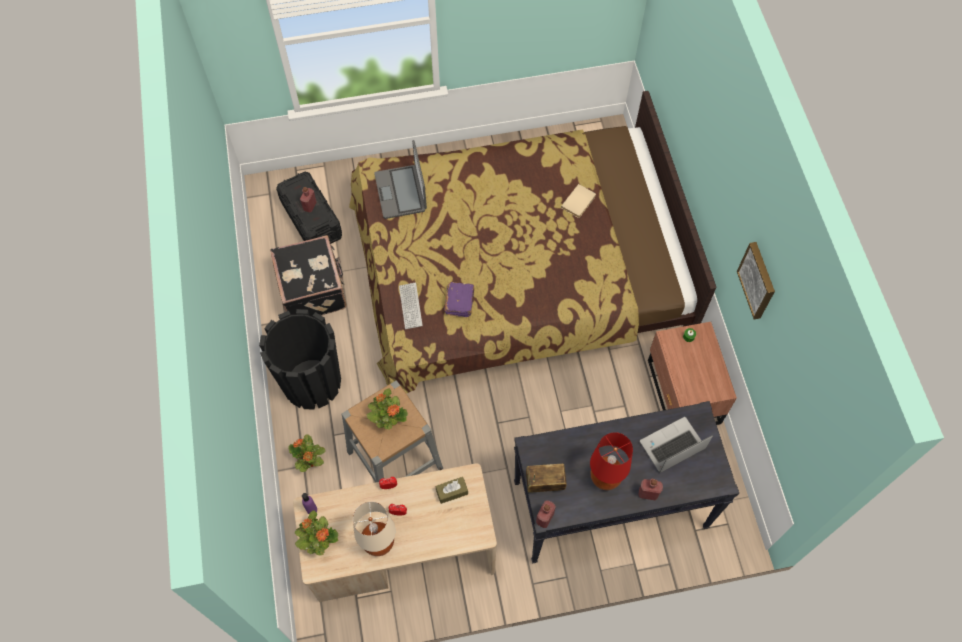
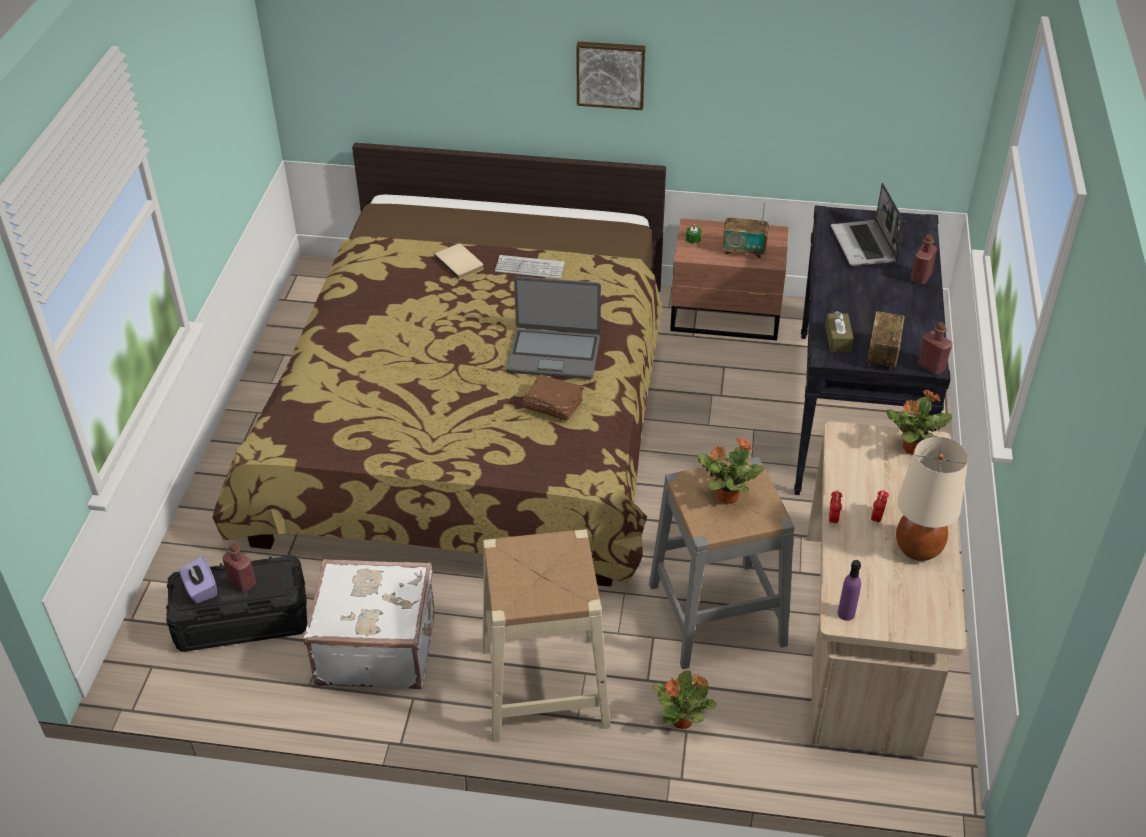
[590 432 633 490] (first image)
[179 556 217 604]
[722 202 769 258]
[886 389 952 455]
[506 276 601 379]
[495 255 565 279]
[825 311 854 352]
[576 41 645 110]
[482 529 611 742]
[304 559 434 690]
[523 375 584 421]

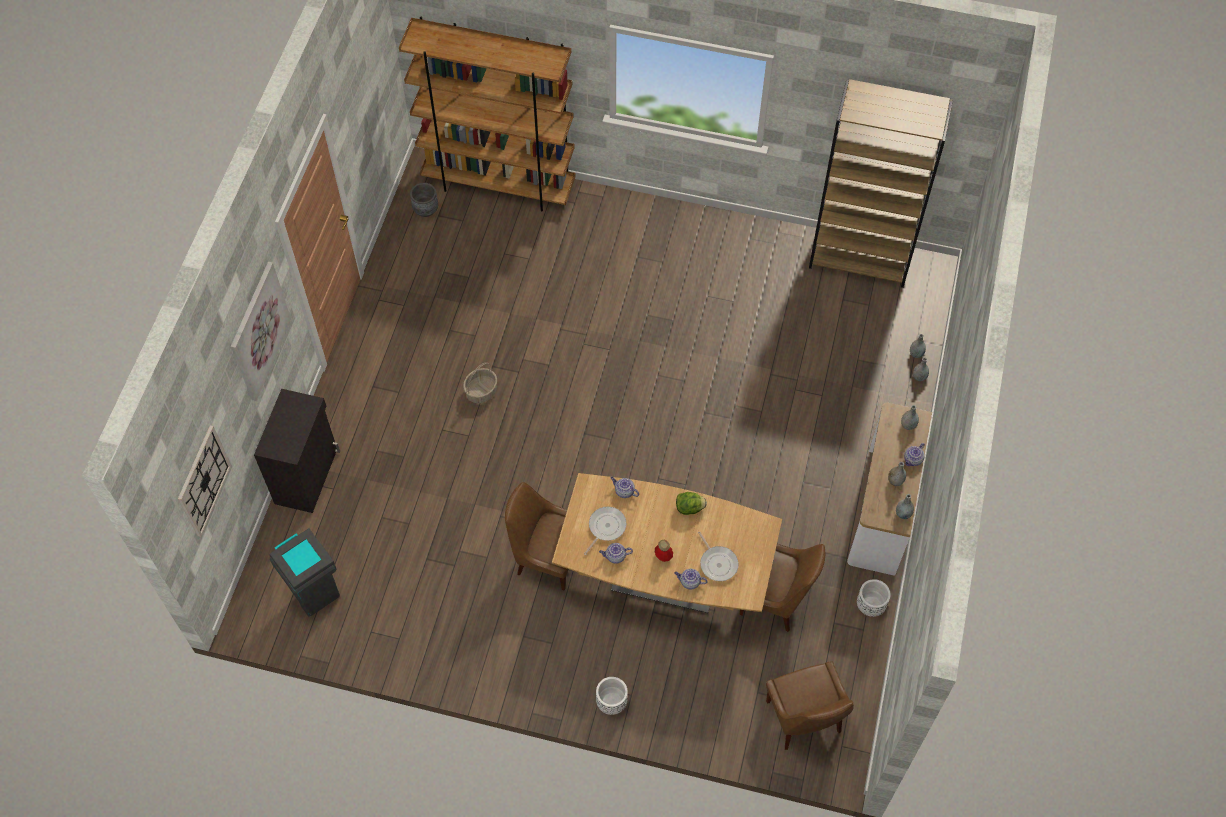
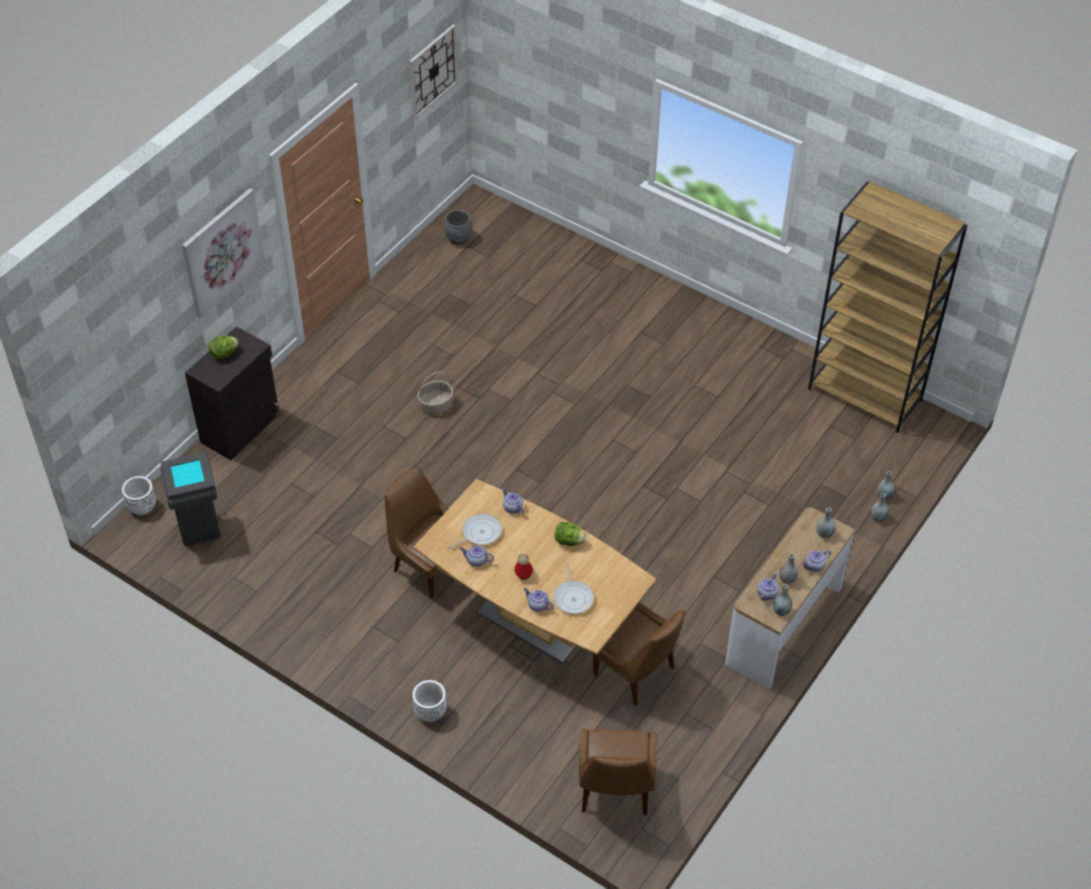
[399 17 576 212] (first image)
[209 335 239 359]
[757 573 779 601]
[409 25 458 119]
[122 476 156 515]

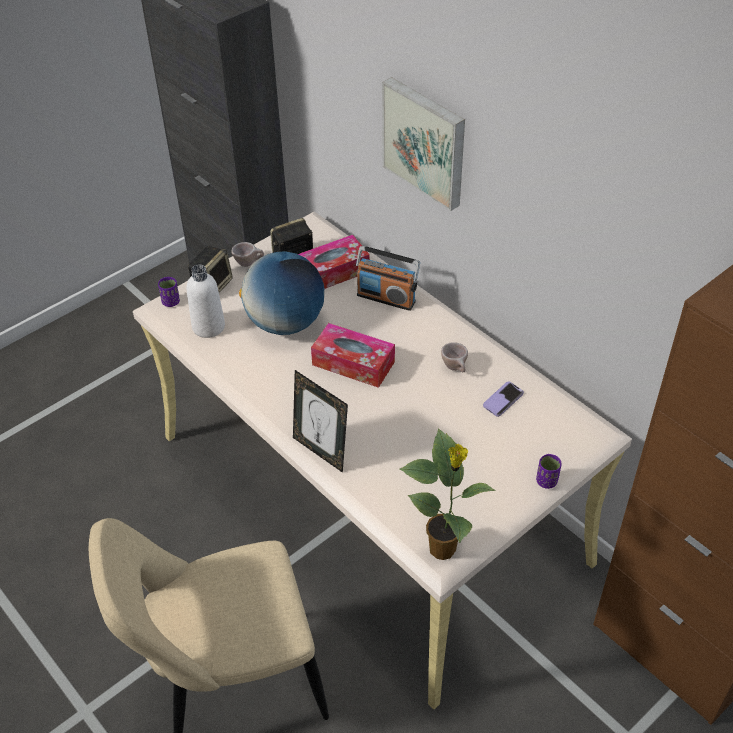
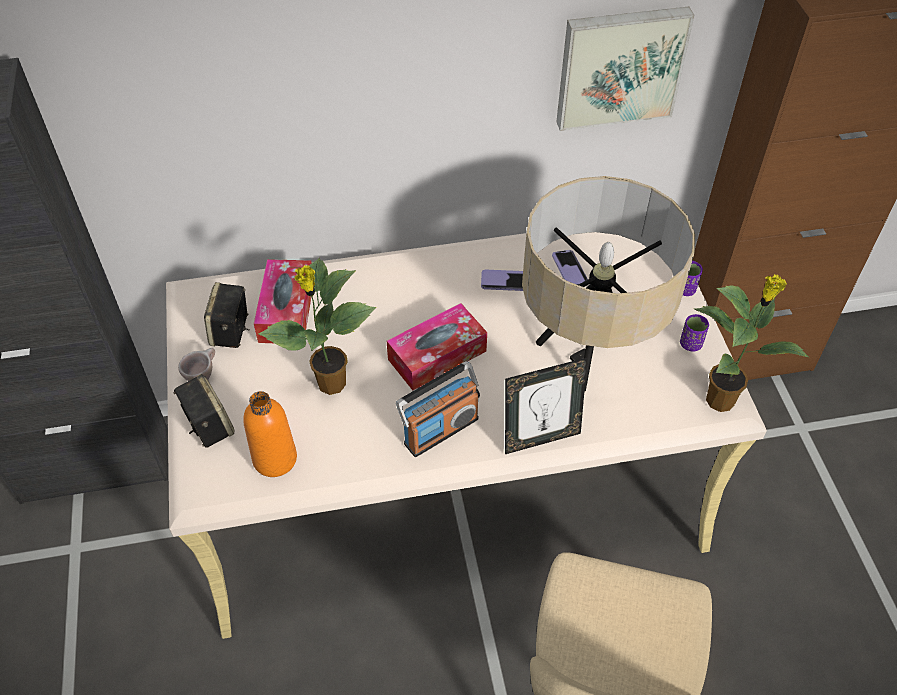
[522 176 695 392]
[680 314 709 352]
[396 361 480 457]
[556 6 694 131]
[258 258 376 395]
[481 270 523 291]
[243 391 297 477]

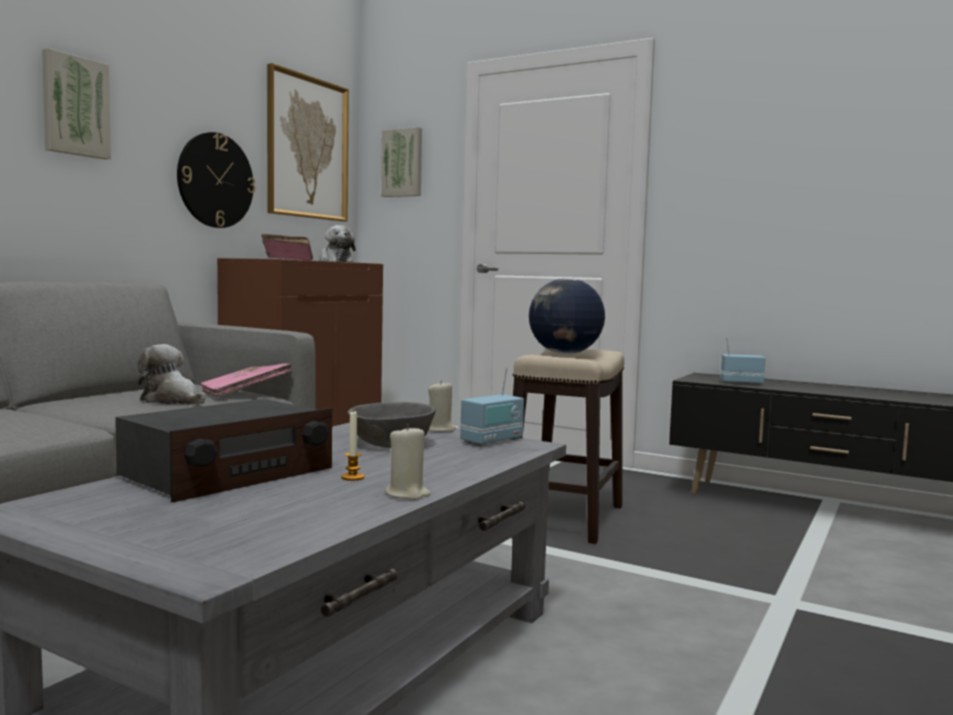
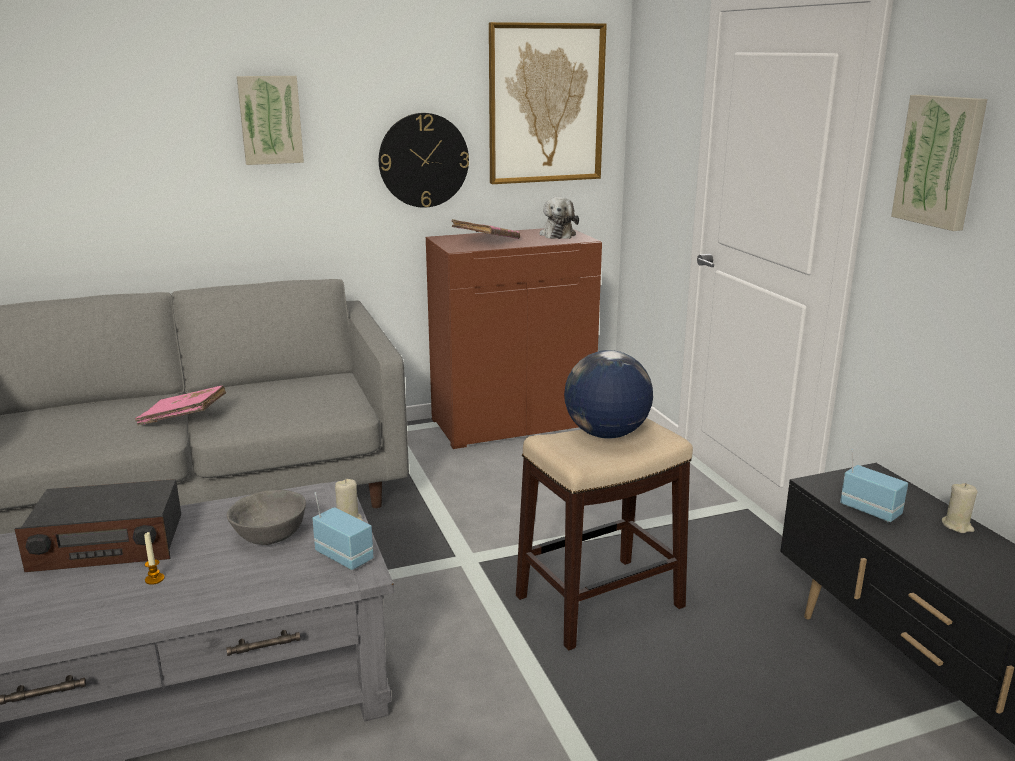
[138 344 206 405] (first image)
[135 386 226 425]
[891 95 987 231]
[942 483 978 533]
[312 492 373 570]

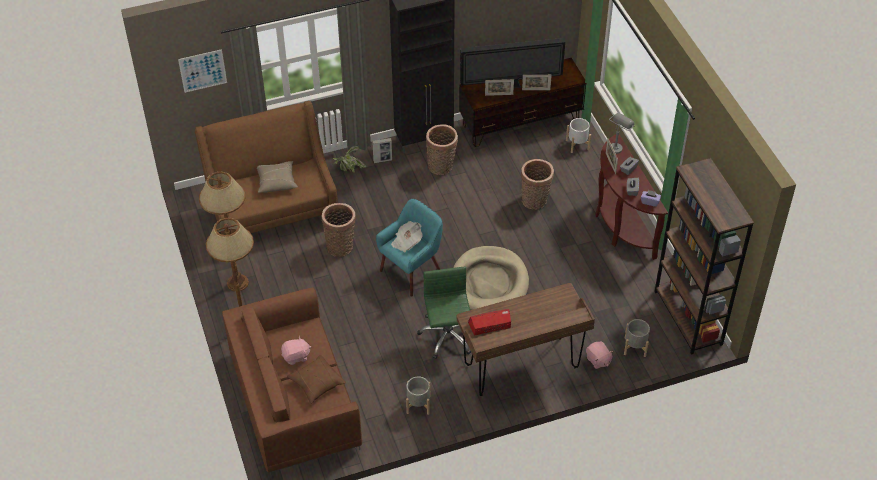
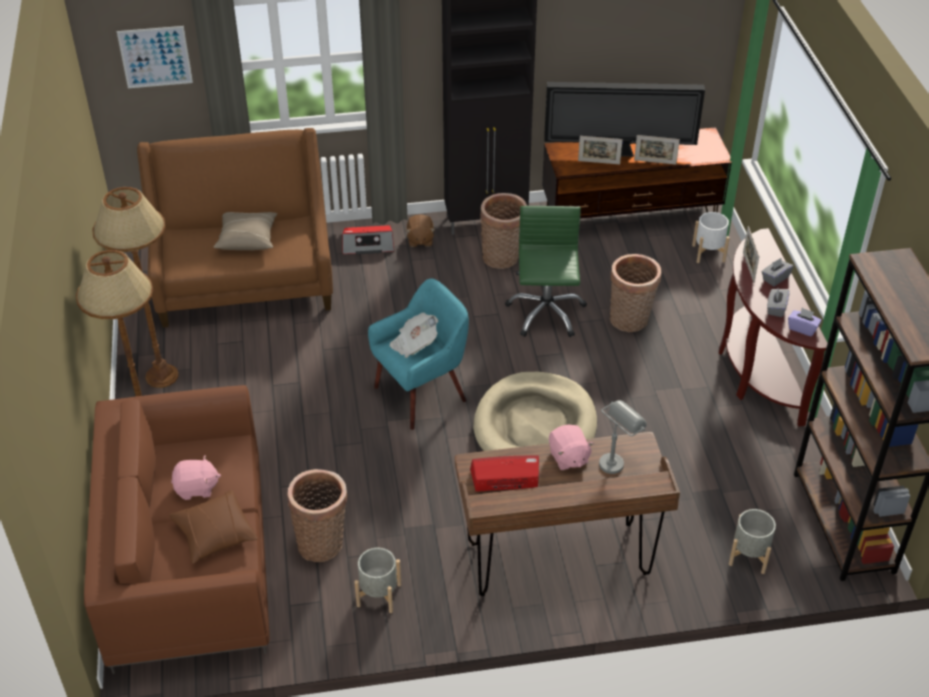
[287 469 347 562]
[505 206 587 337]
[549 425 594 471]
[599 400 647 474]
[343 225 394 254]
[406 214 435 247]

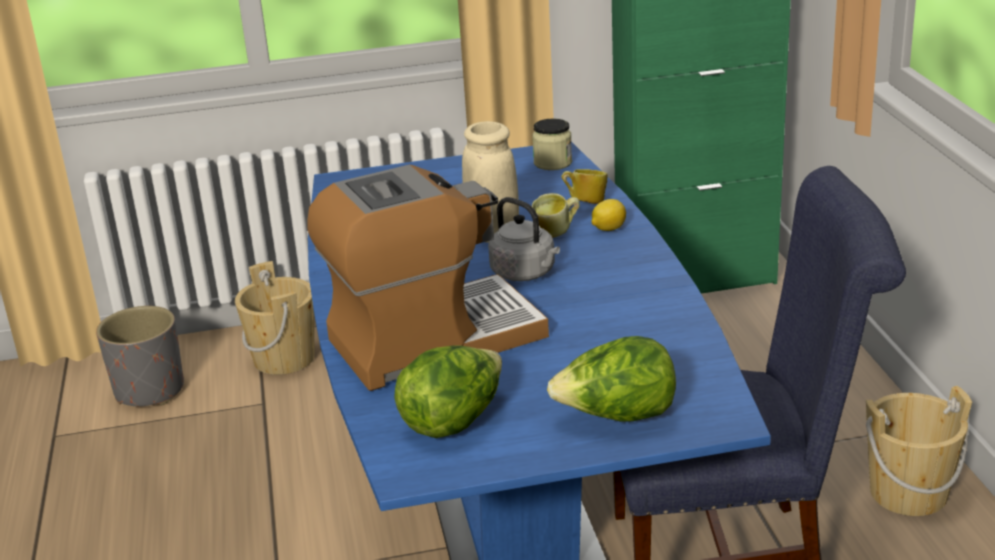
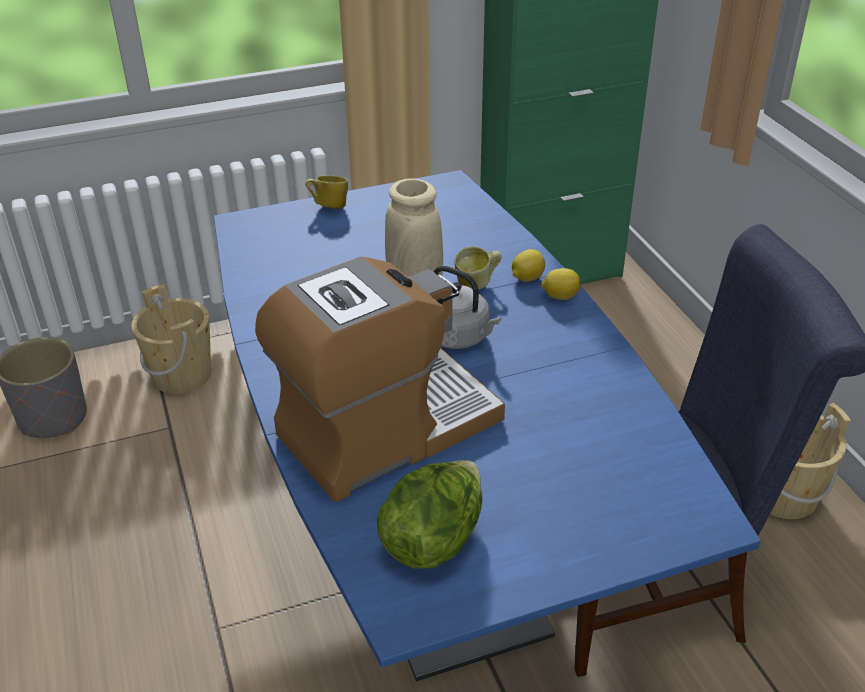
[532 118 572 170] (first image)
[547 336 676 422] (first image)
[541 268 580 300]
[305 175 348 209]

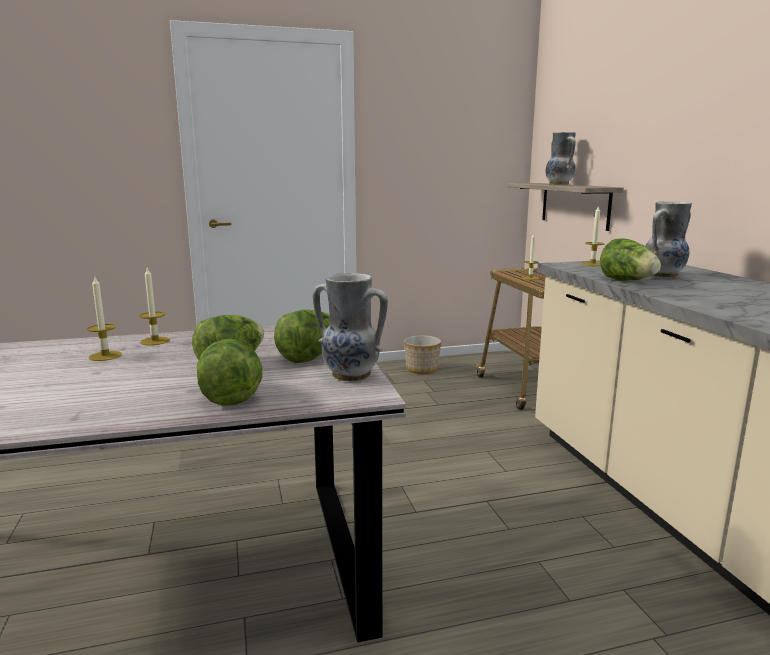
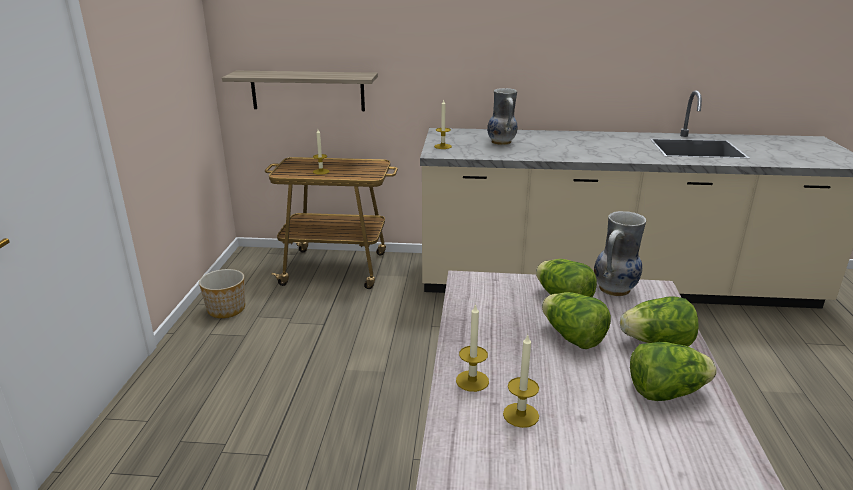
[545 132 576 185] (first image)
[630 342 717 401]

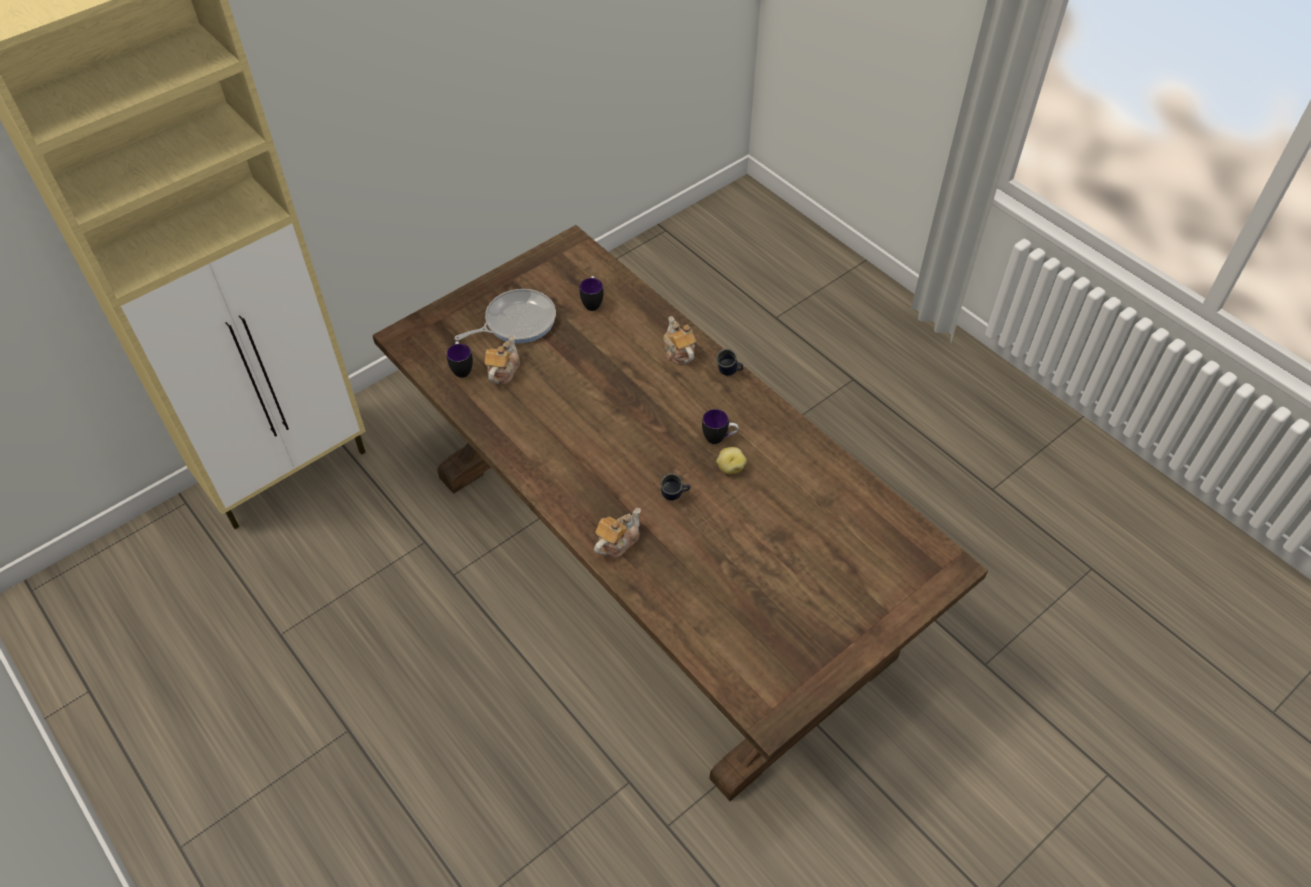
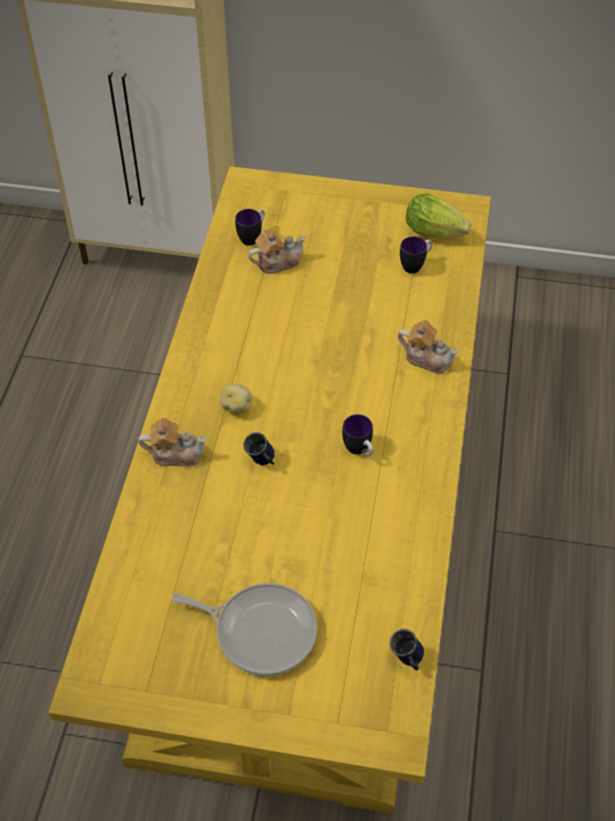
[406 194 472 239]
[172 583 317 676]
[390 629 424 670]
[220 384 252 415]
[49 166 491 814]
[398 320 459 373]

